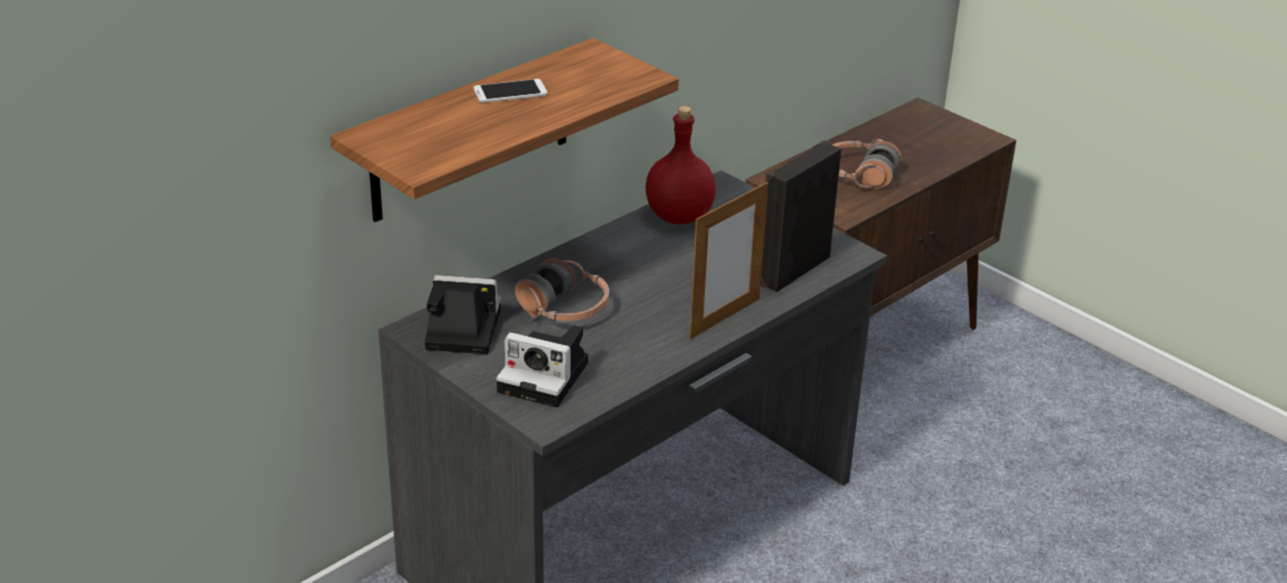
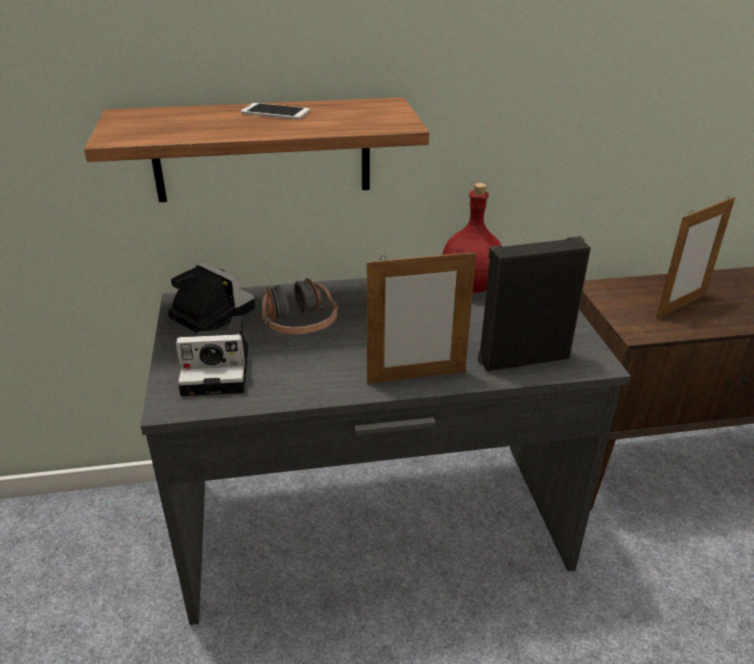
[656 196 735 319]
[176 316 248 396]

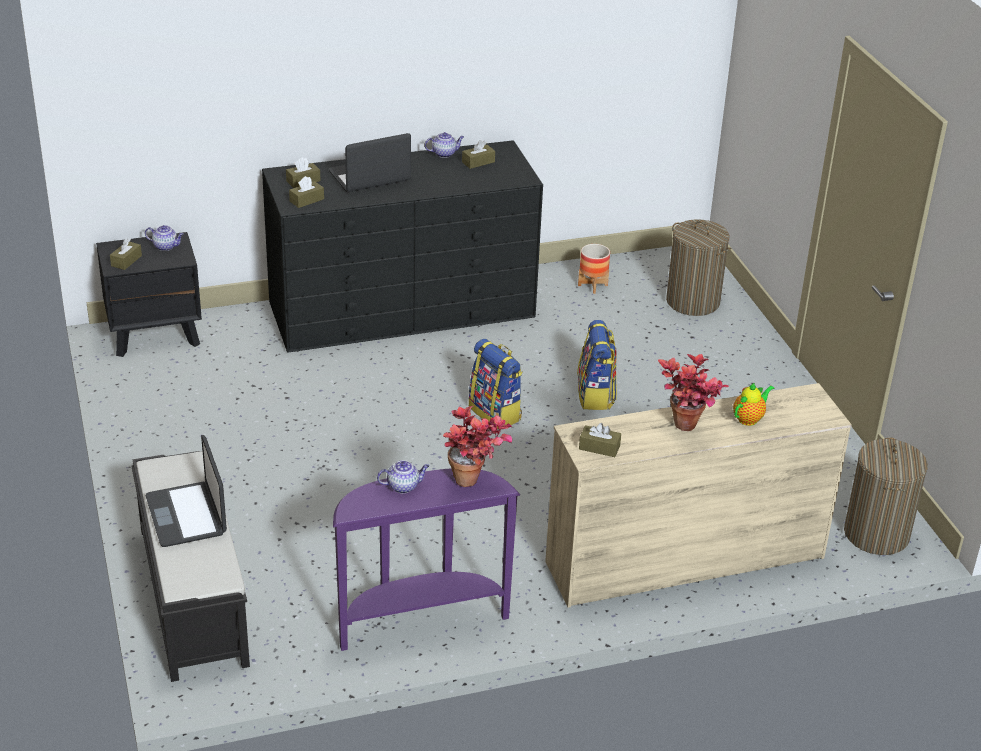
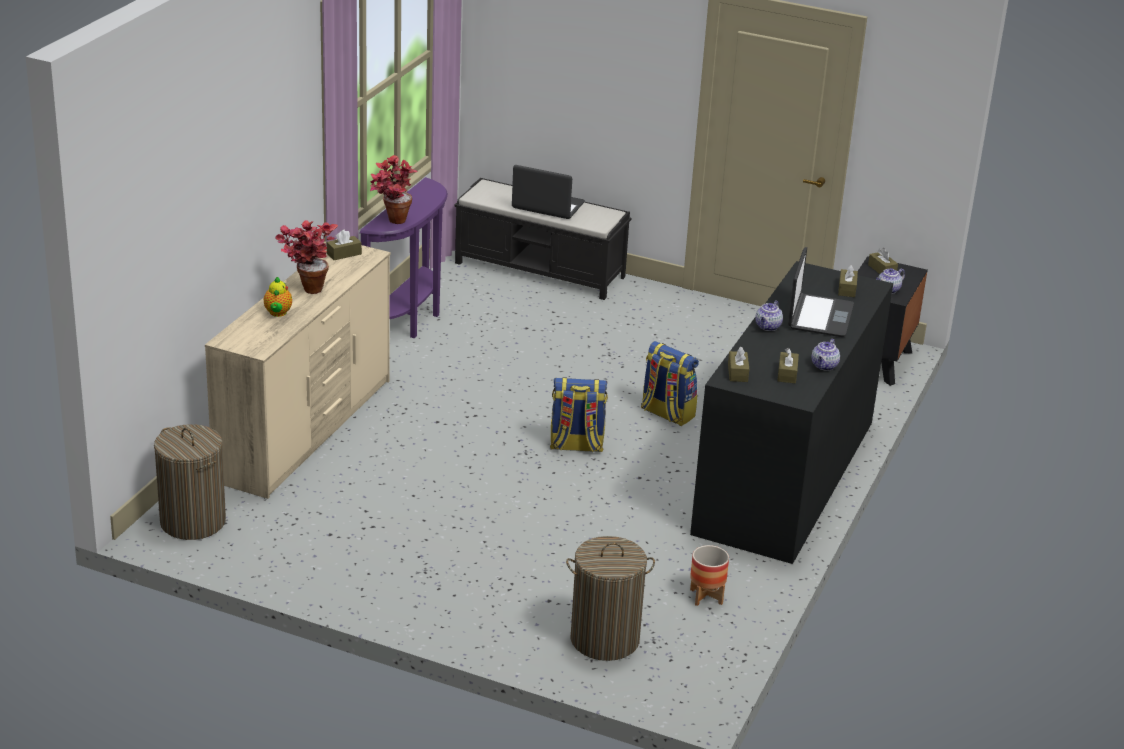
[728 347 749 382]
[755 301 783 331]
[641 341 699 426]

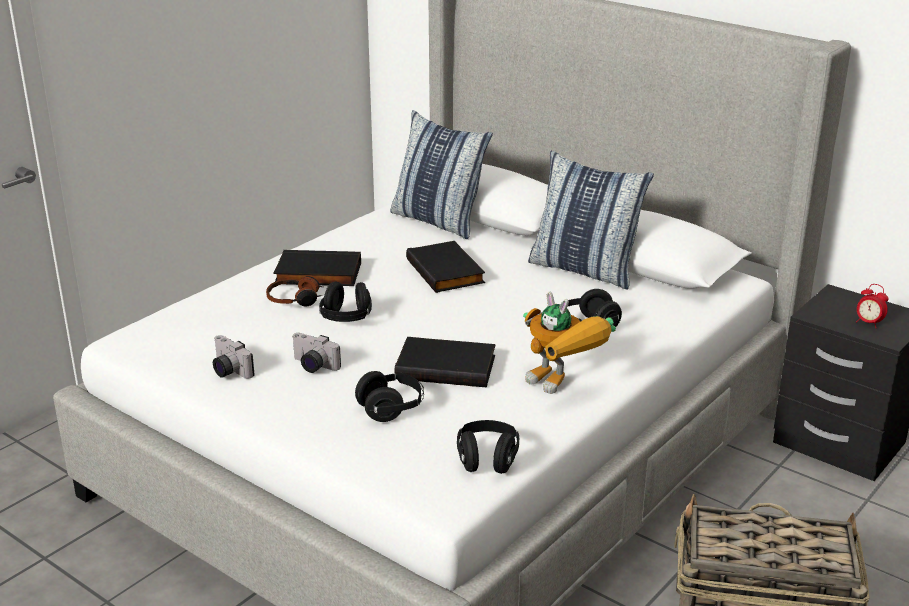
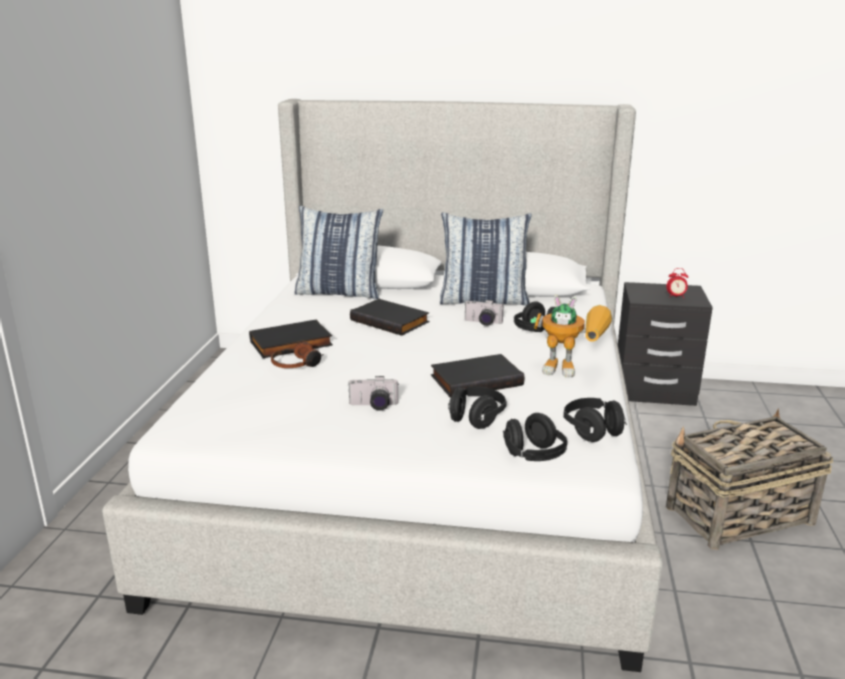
[464 300 504 326]
[503 413 568 461]

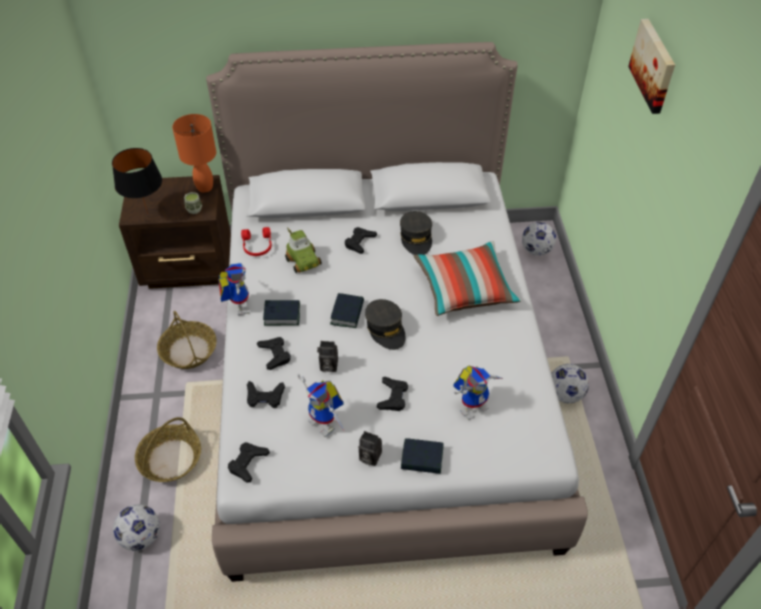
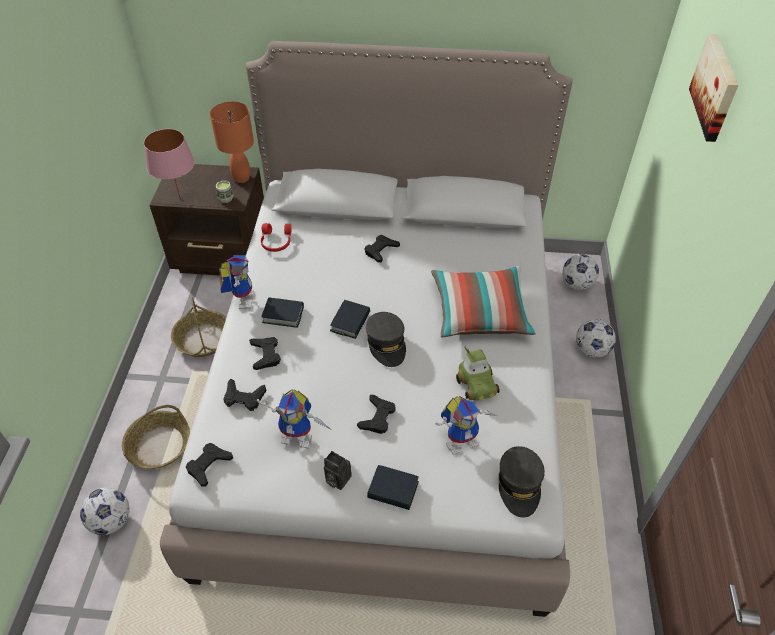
[317 341 338 372] (first image)
[456 346 500 400]
[498 446 545 518]
[576 319 616 358]
[144 129 195 197]
[257 389 332 448]

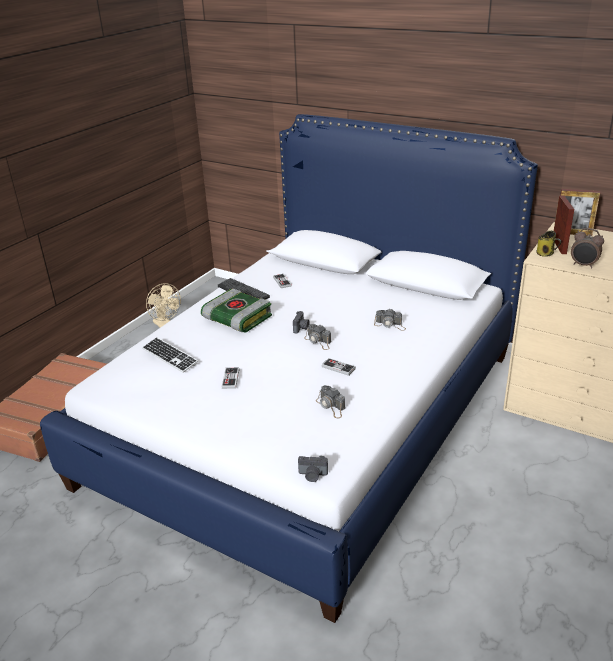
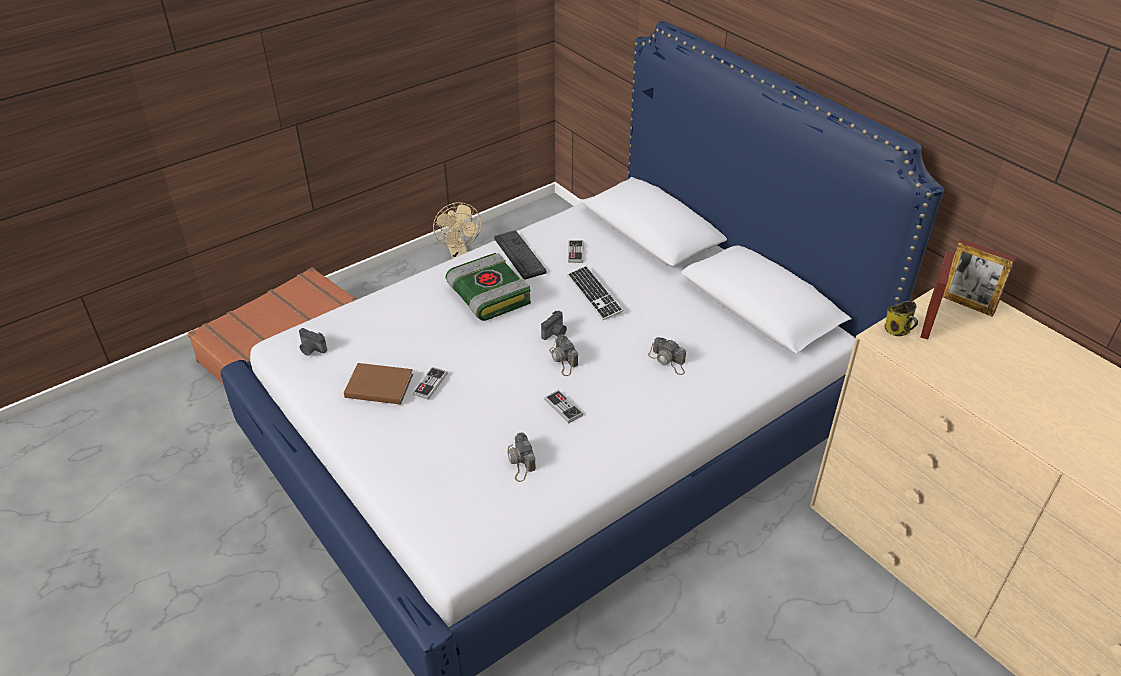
[571 228 604 268] (first image)
[344 363 413 405]
[567 266 624 320]
[299 328 327 356]

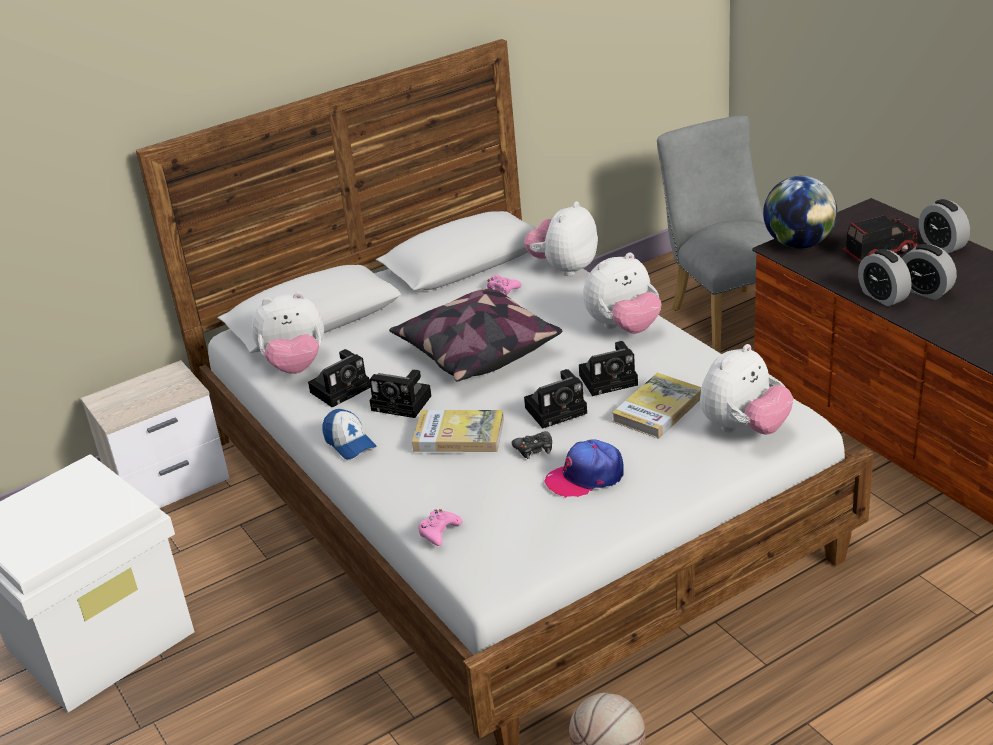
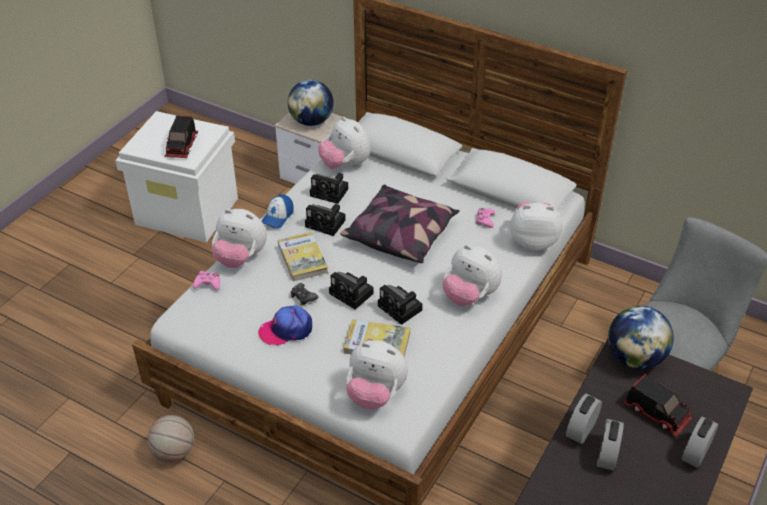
[164 116 198 158]
[211 209 267 268]
[288 80 334 126]
[305 204 346 236]
[258 305 312 345]

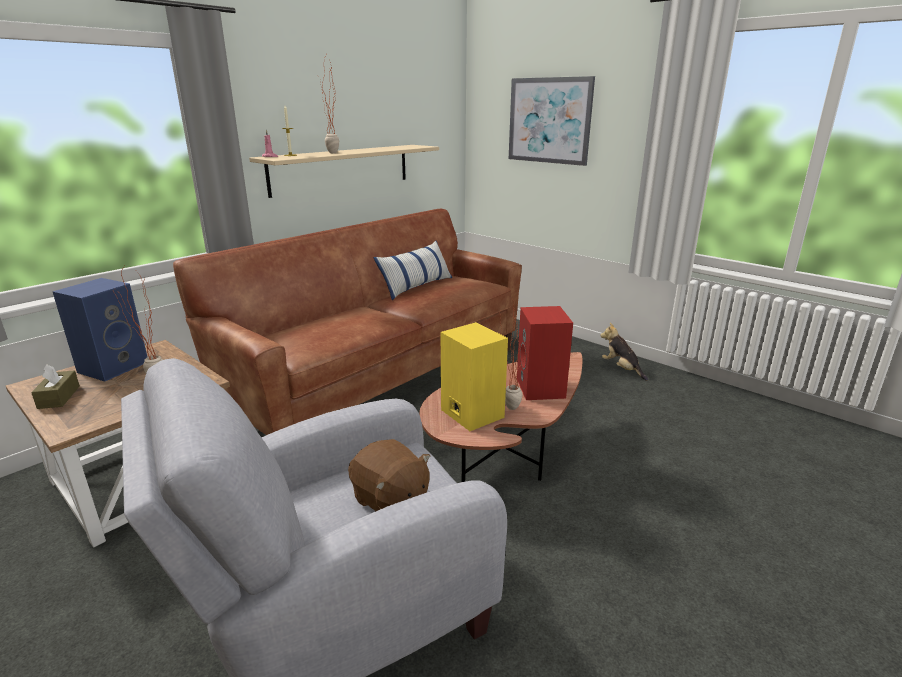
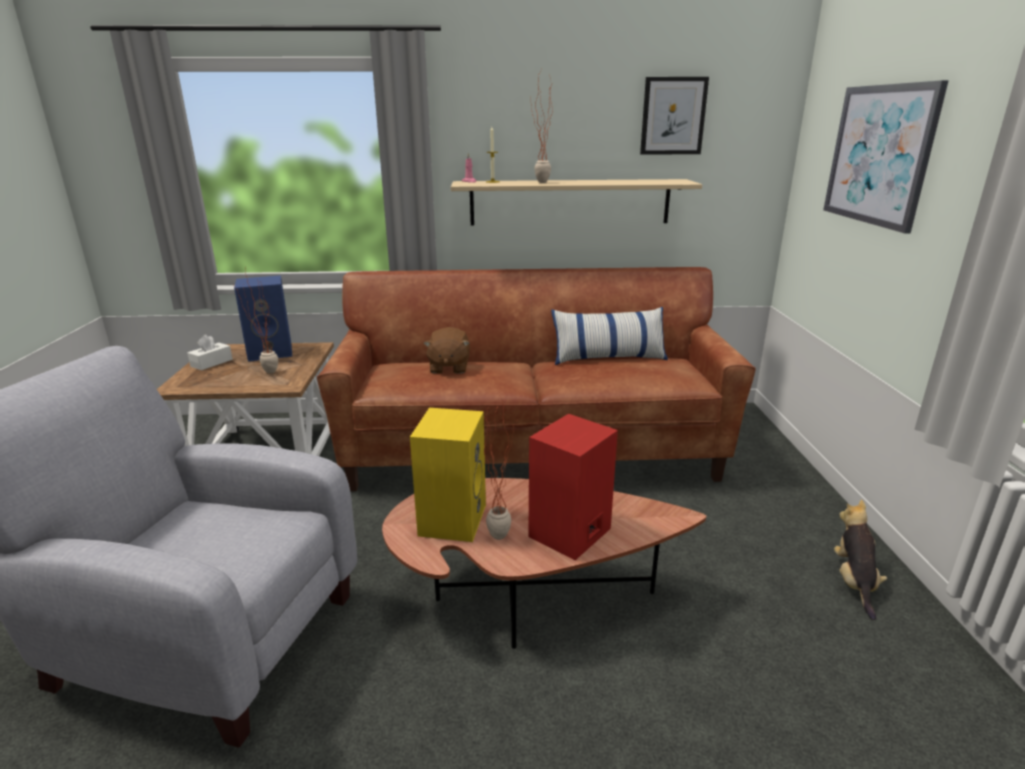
[640 77 709 155]
[423 327 470 374]
[187 335 233 370]

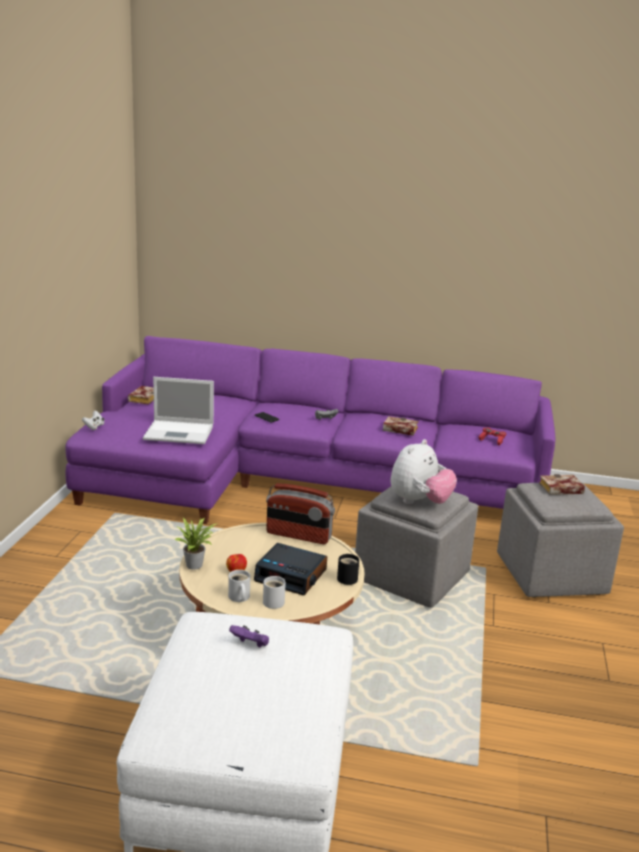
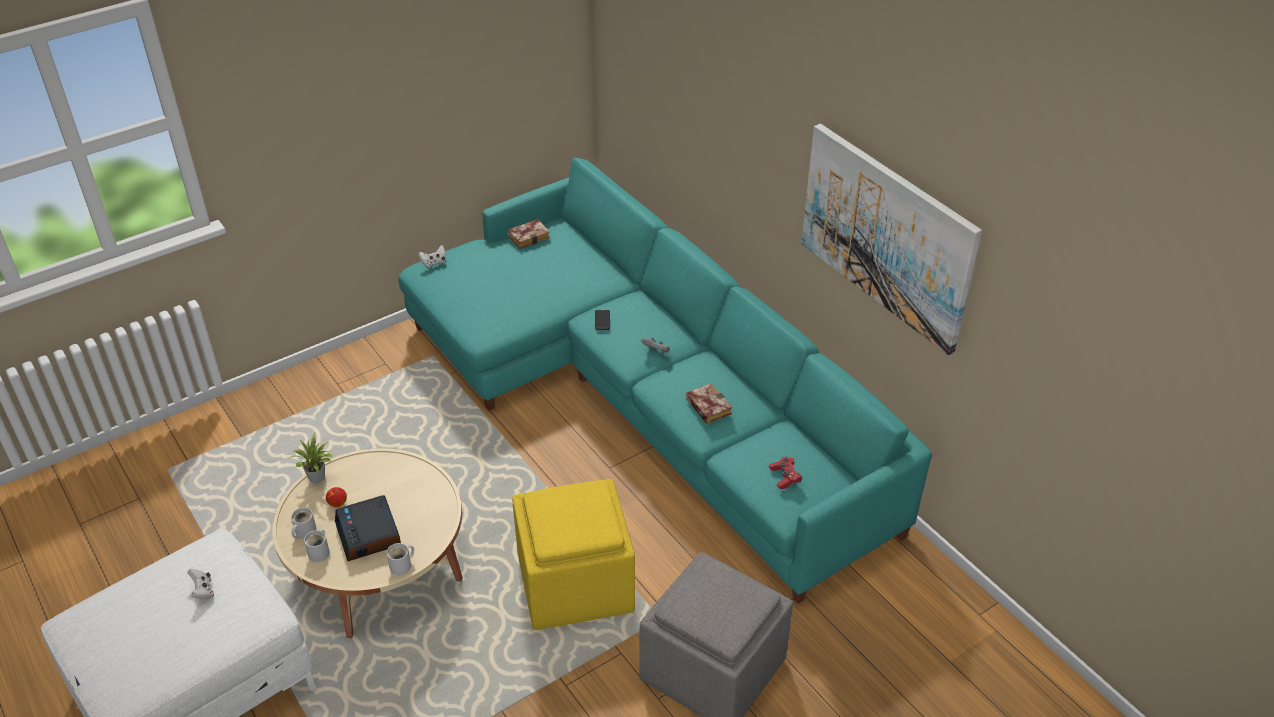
[143 377 214 444] (first image)
[266 483 335 544] (first image)
[390 439 457 504] (first image)
[539 474 585 495] (first image)
[801 124 982 355]
[398 158 932 604]
[187 569 214 599]
[387 543 414 575]
[512 479 635 630]

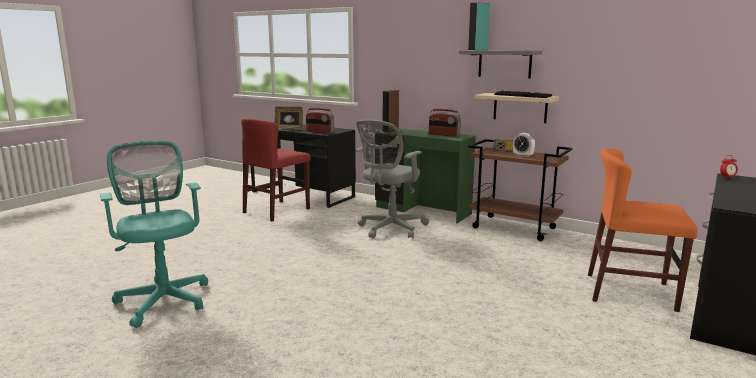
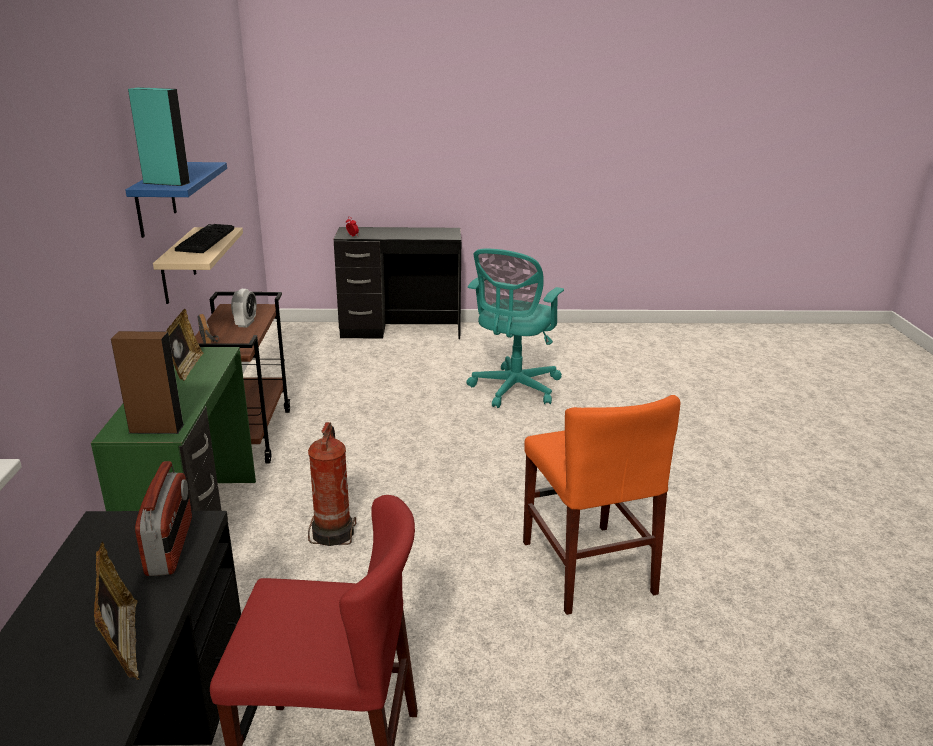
[466 249 564 408]
[523 395 680 615]
[308 422 356 546]
[166 309 203 381]
[125 162 227 238]

